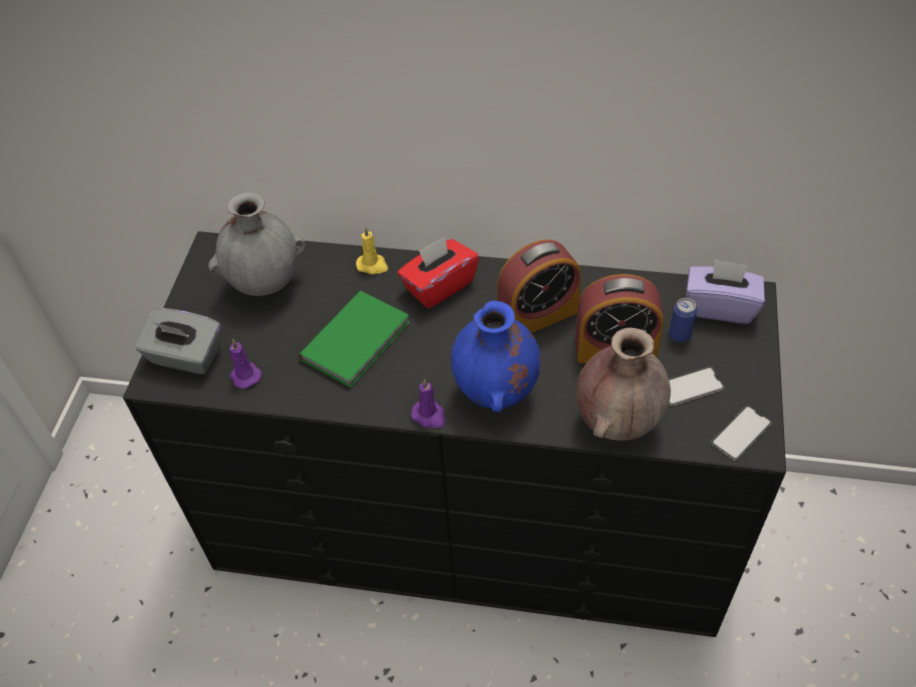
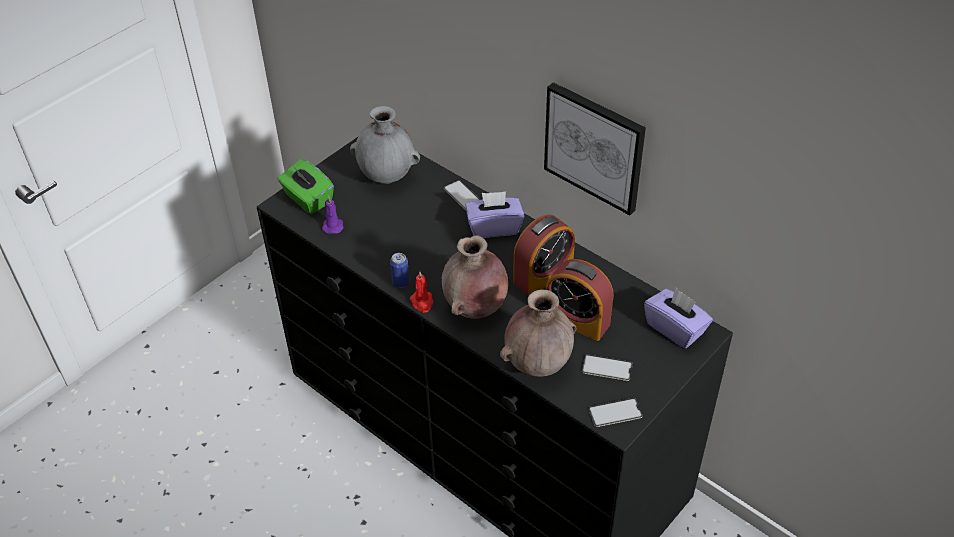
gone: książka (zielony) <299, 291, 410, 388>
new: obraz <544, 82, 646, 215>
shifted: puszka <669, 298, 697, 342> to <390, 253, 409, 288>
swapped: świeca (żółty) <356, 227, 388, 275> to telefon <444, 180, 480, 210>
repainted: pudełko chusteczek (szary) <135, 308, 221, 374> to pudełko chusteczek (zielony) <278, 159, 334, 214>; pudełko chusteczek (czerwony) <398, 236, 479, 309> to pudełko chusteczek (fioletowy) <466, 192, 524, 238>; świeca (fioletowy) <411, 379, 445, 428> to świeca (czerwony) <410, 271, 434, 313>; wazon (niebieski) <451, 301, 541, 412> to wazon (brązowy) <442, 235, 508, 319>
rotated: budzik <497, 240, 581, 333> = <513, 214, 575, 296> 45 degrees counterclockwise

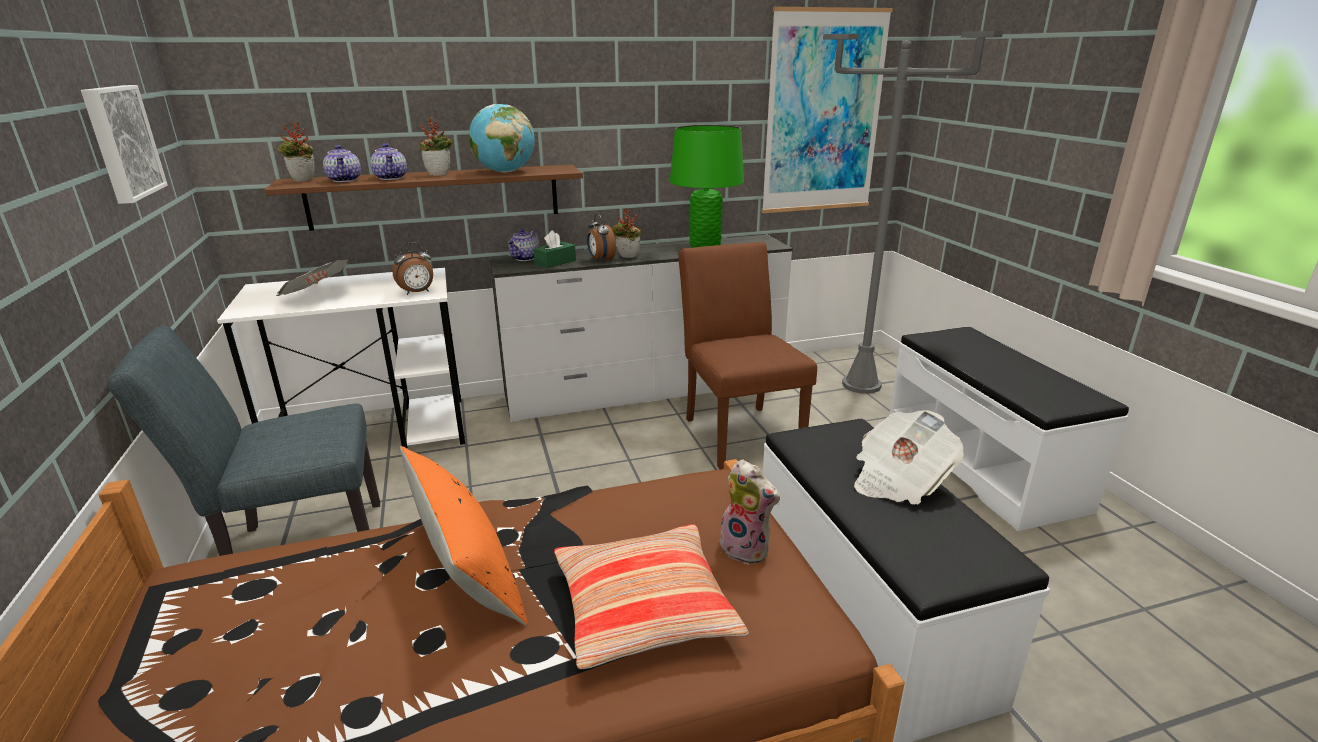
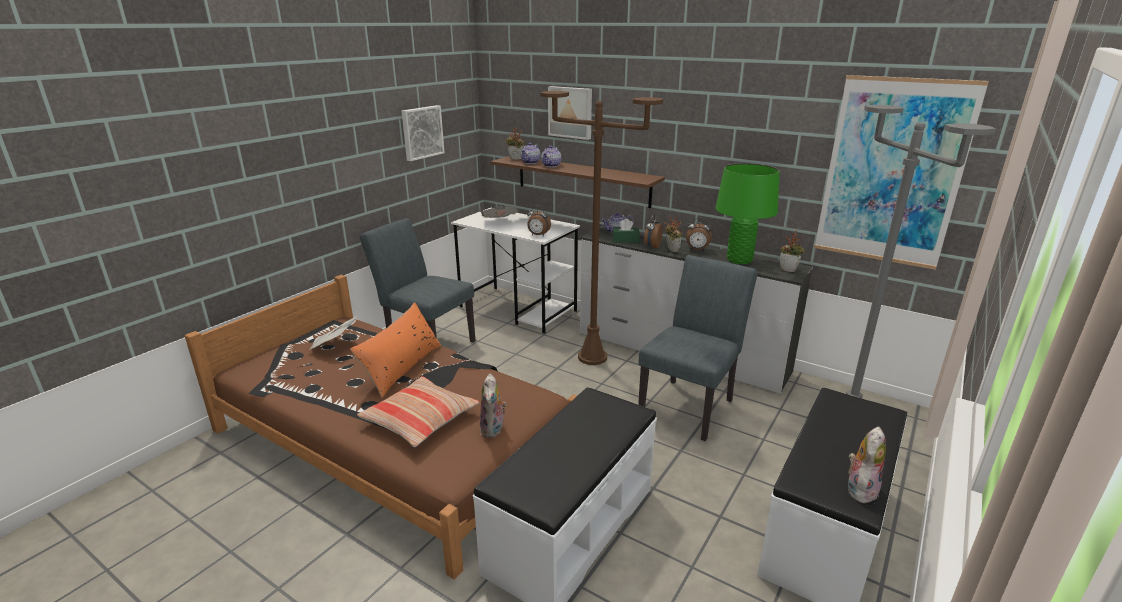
gone: globus <469, 104, 535, 173>
new: lampa stojąca (brązowy) <540, 91, 663, 365>; obraz <548, 86, 592, 140>; budzik <686, 217, 712, 250>; pluszak <848, 427, 886, 503>
shifted: roślina doniczkowa <419, 117, 453, 176> to <780, 230, 806, 272>; gazeta <854, 410, 964, 505> to <308, 317, 357, 351>
repainted: krzesło (brązowy) <679, 242, 817, 470> to krzesło (szary) <638, 255, 757, 441>

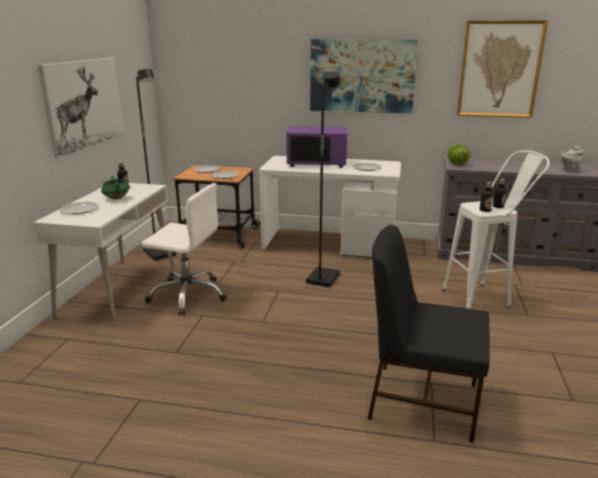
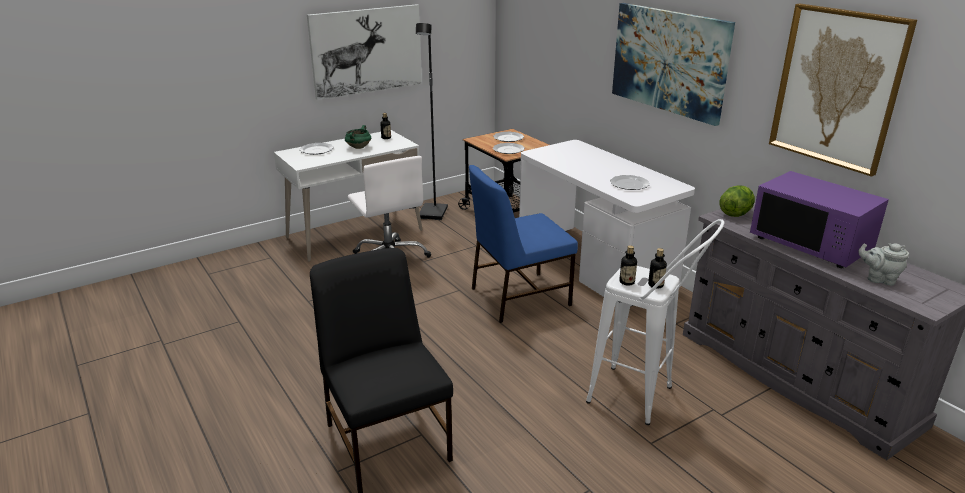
shifted: mikrofalówka (fioletowy) <286, 126, 347, 168> to <750, 171, 889, 268>
swapped: lampa stojąca (czarny) <306, 71, 340, 287> to krzesło (niebieski) <469, 165, 578, 323>

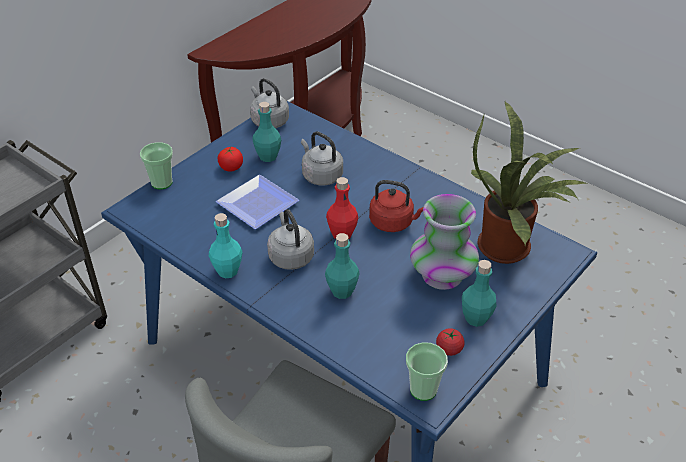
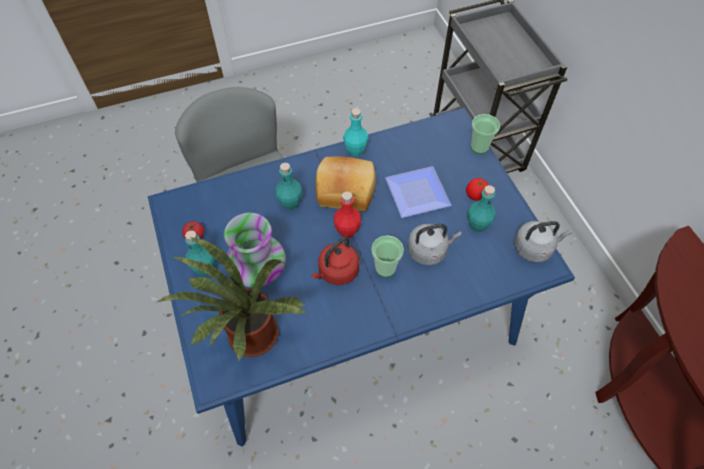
shifted: filiżanka <406, 342, 448, 401> to <371, 235, 404, 277>
swapped: czajnik (szary) <267, 209, 314, 270> to chleb <315, 157, 376, 211>

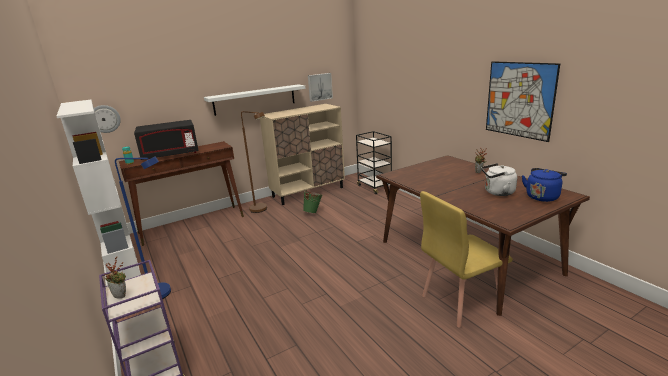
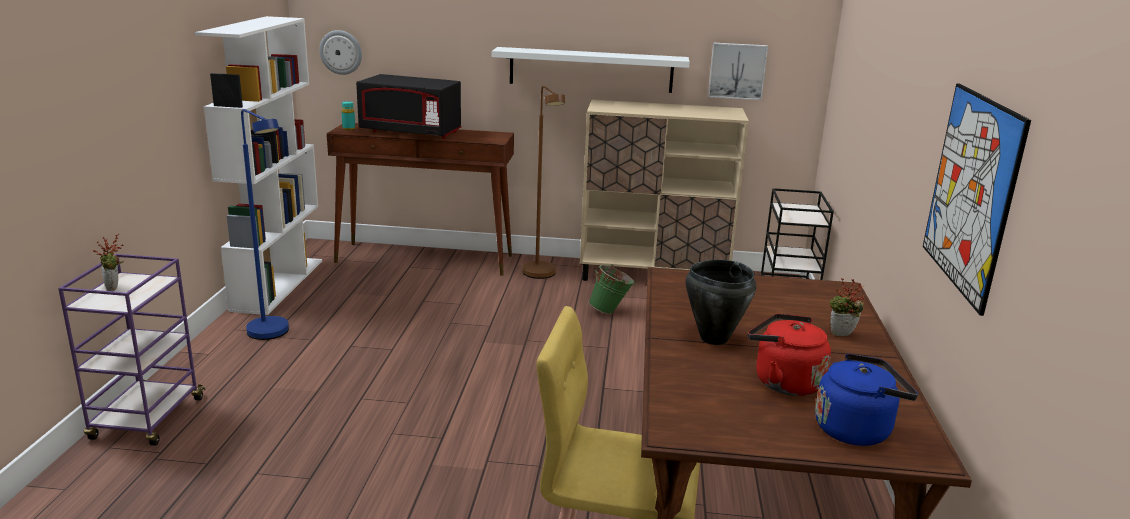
new: garnek (czarny) <685, 260, 756, 345>
repainted: czajnik (biały) <481, 163, 517, 196> to czajnik (czerwony) <748, 314, 831, 396>

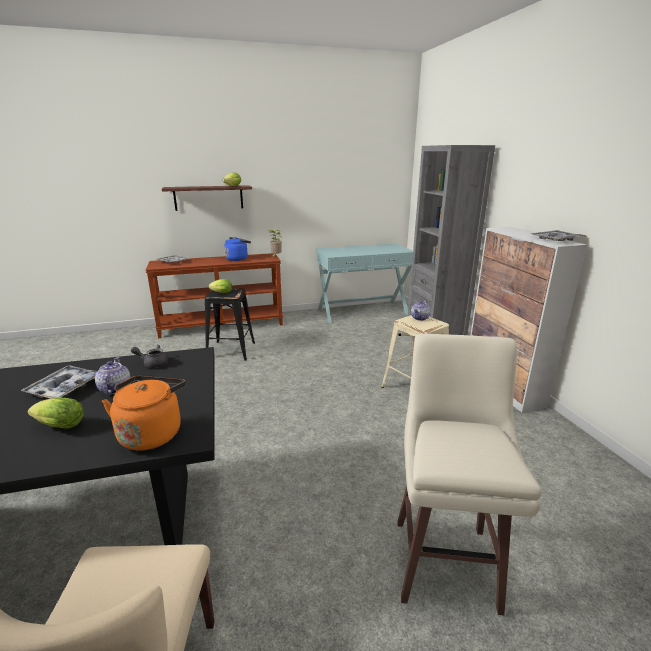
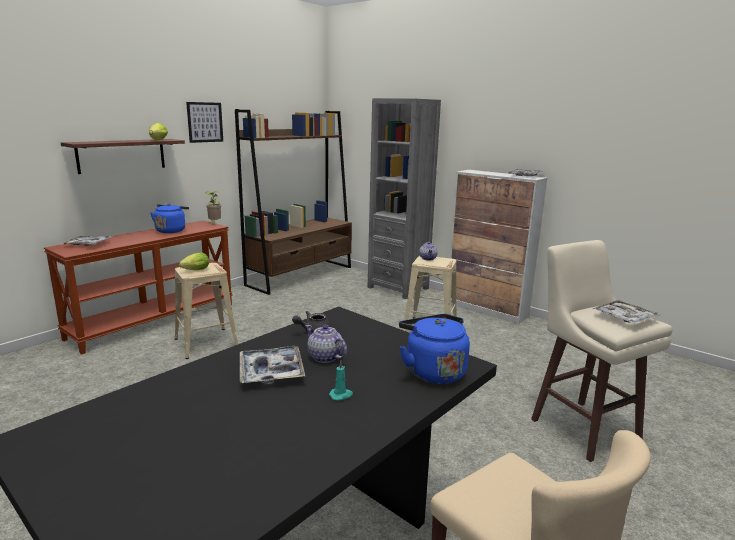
new: obraz <186, 102, 223, 143>; taca <593, 300, 660, 324>
swapped: sałata <28, 397, 84, 429> to świeca (turkusowy) <329, 360, 353, 400>; stolik konsolowy (turkusowy) <316, 243, 413, 323> to regał (brązowy) <235, 109, 352, 295>
repainted: czajnik (pomarańczowy) <102, 376, 186, 451> to czajnik (niebieski) <399, 314, 470, 384>; stołek (czarny) <205, 288, 255, 361> to stołek (beżowy) <175, 263, 238, 359>

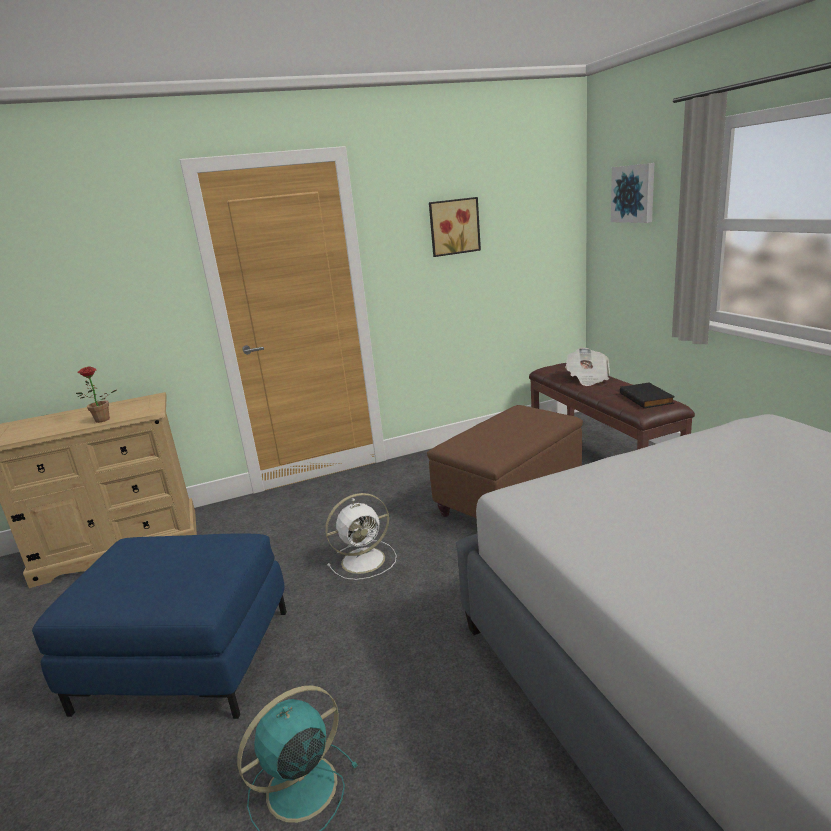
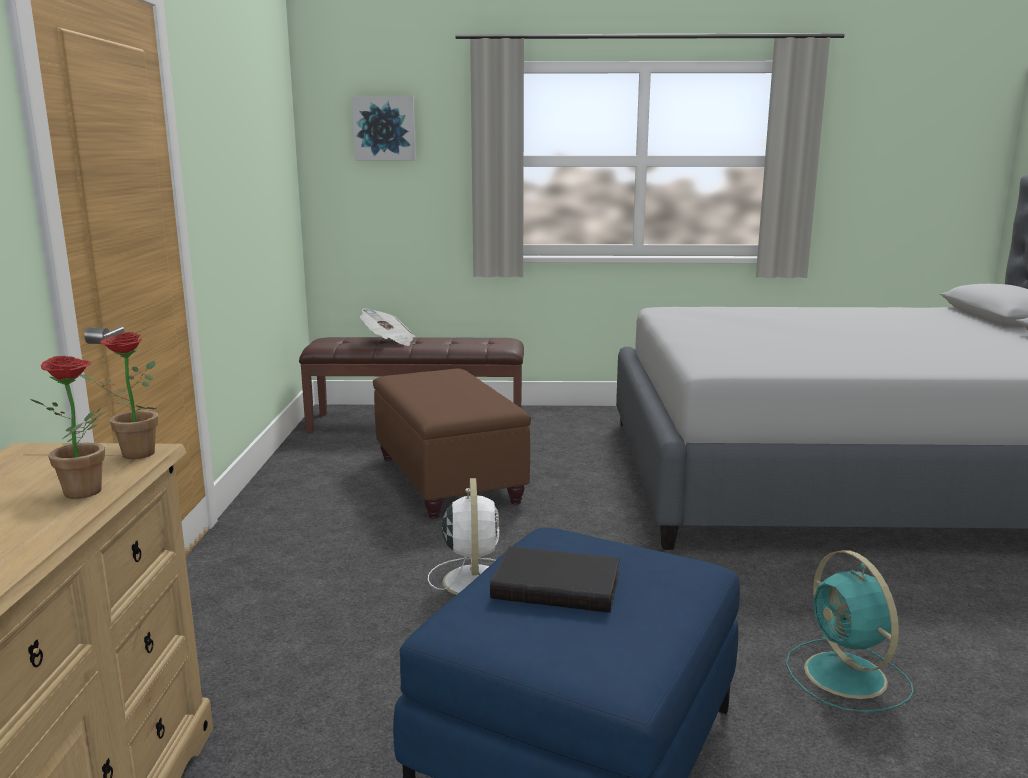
gone: obraz <429, 197, 481, 257>
new: roślina doniczkowa <80, 332, 158, 459>
shifted: książka (czarny) <620, 382, 675, 409> to <490, 546, 620, 613>

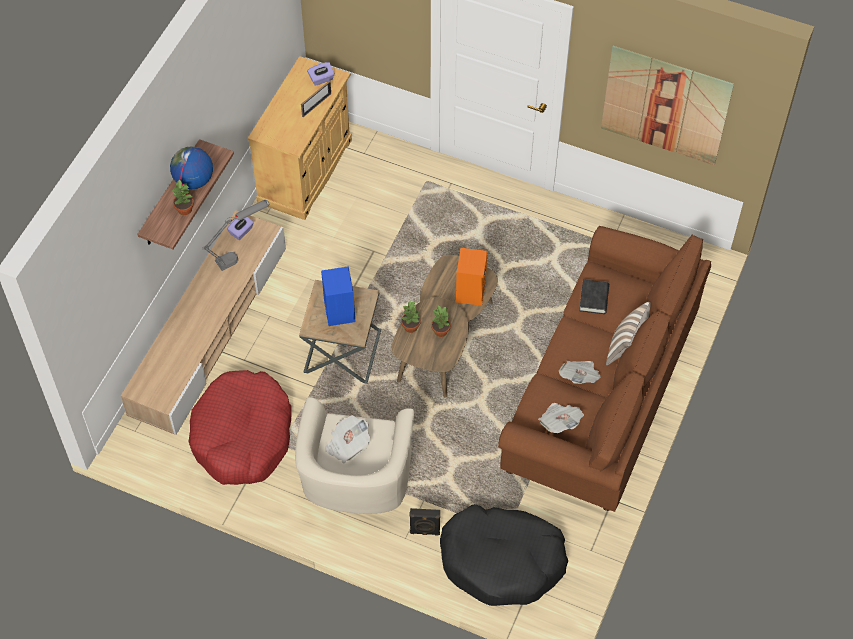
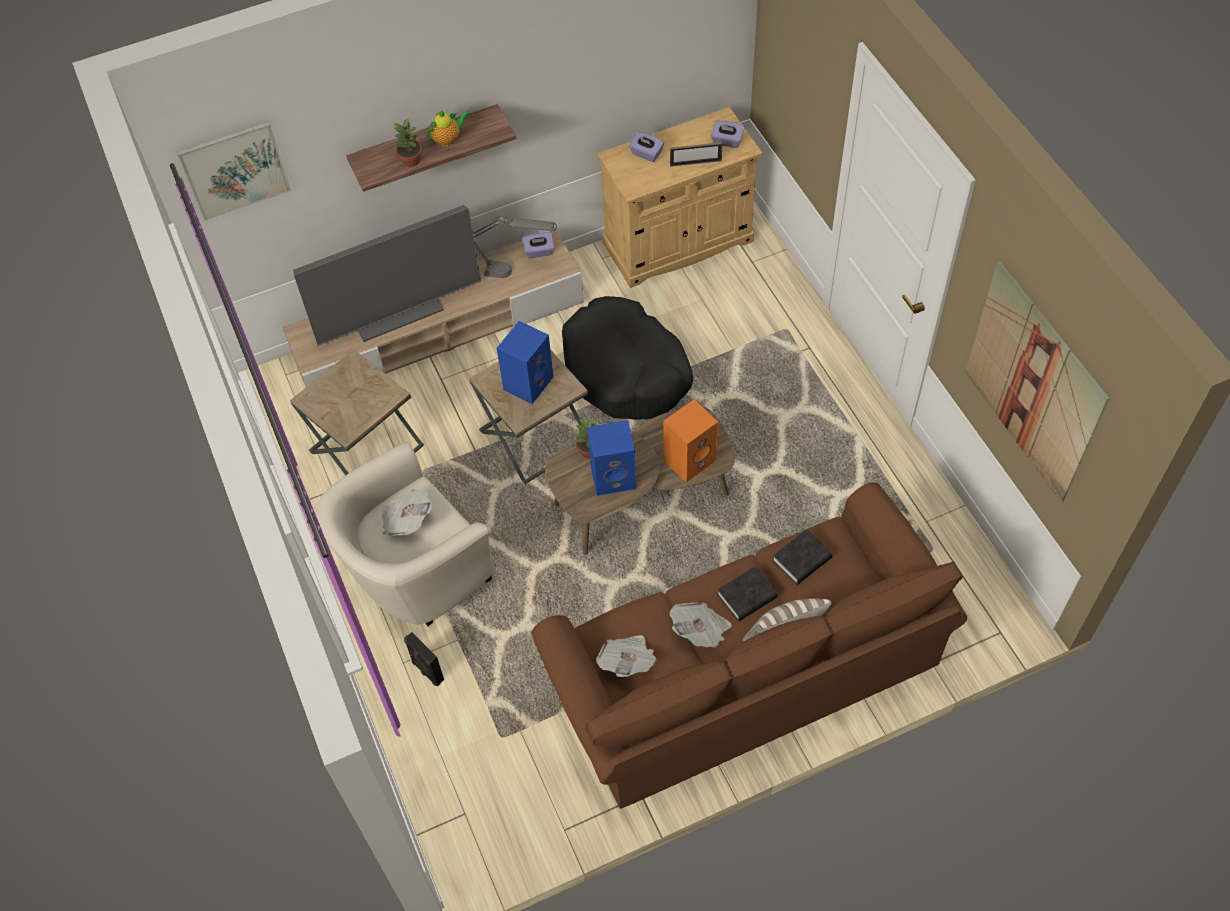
new: obraz <177, 121, 291, 221>; telewizor <293, 205, 481, 346>; pudełko chusteczek (fioletowy) <629, 131, 664, 162>; książka (czarny) <717, 566, 778, 621>
shifted: legowisko (czarny) <440, 504, 568, 606> to <562, 296, 693, 420>
swapped: globus <170, 146, 213, 189> to imbryk <426, 111, 470, 147>; legowisko (czerwony) <188, 370, 292, 485> to stolik (brązowy) <290, 349, 424, 475>; roślina doniczkowa <431, 306, 451, 337> to głośnik (niebieski) <587, 420, 636, 496>

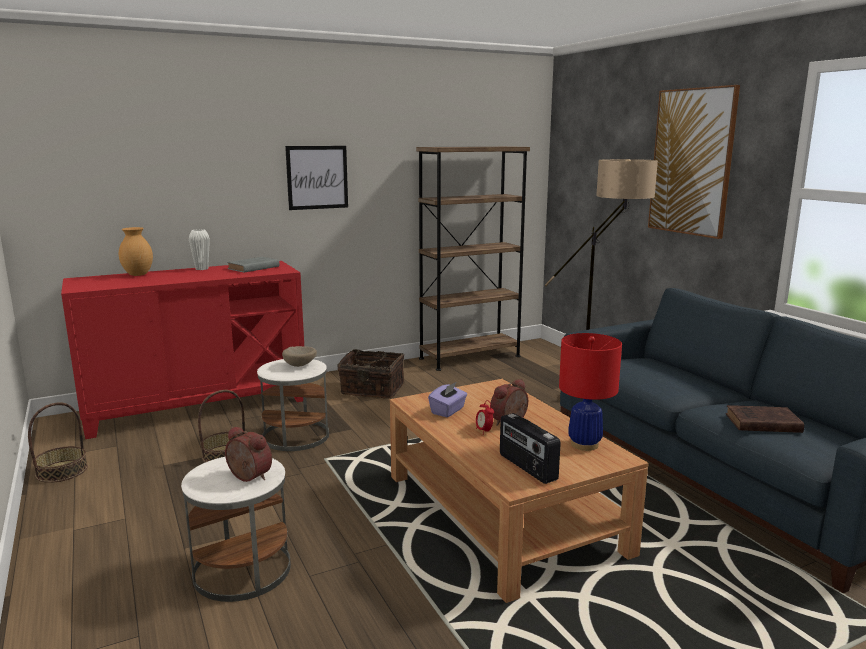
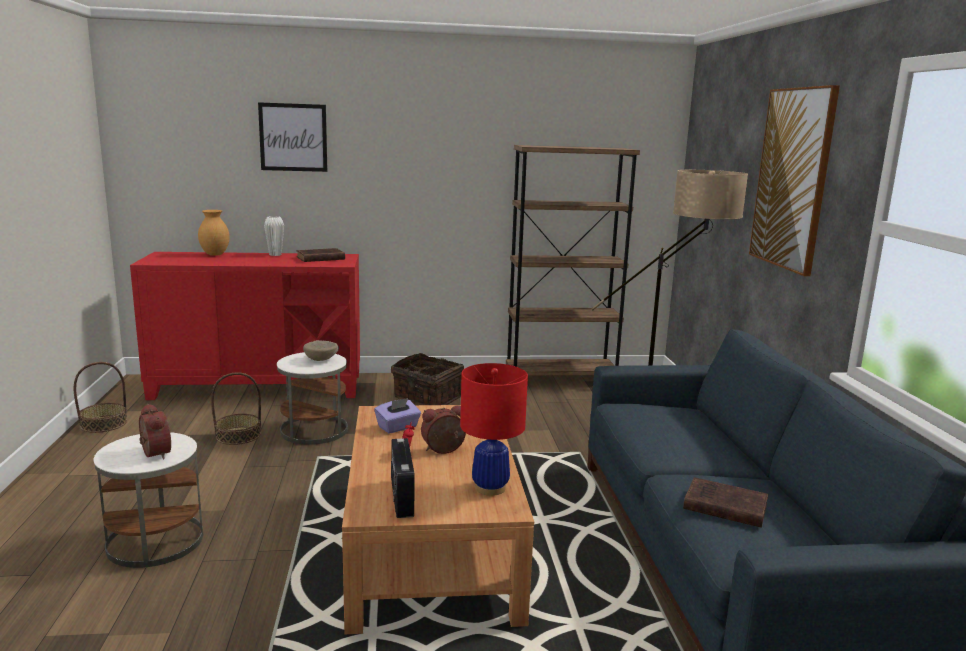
shifted: obraz <285, 146, 348, 210> to <258, 102, 327, 172>
repainted: książka (szary) <227, 257, 279, 273> to książka (brązowy) <297, 248, 345, 262>

